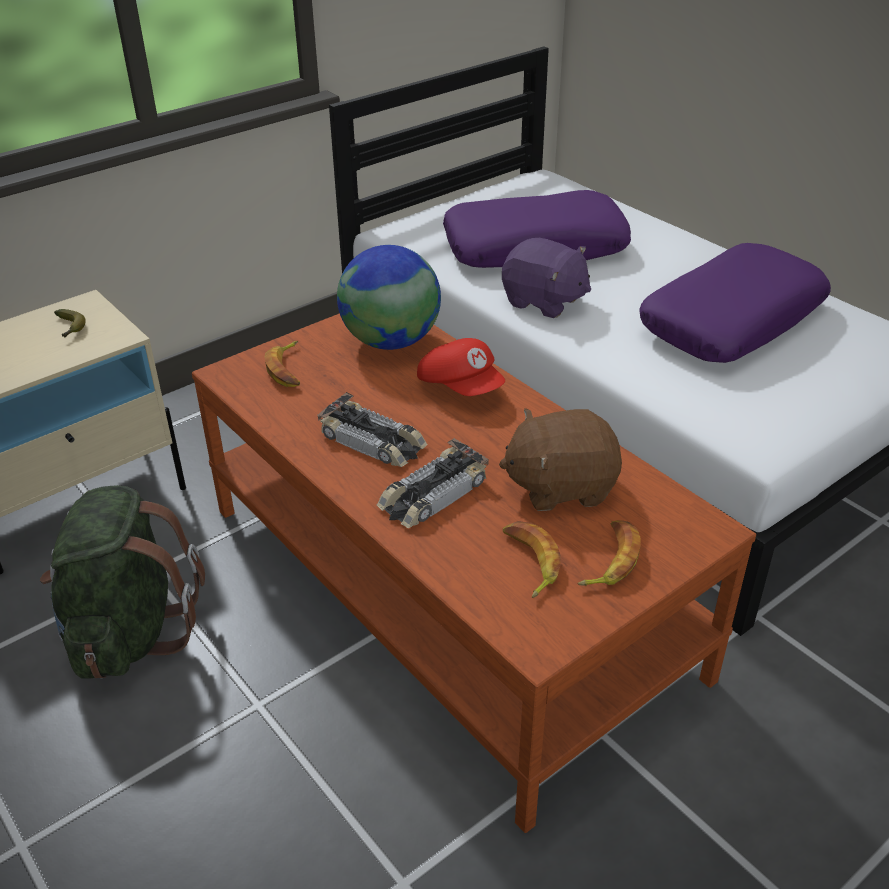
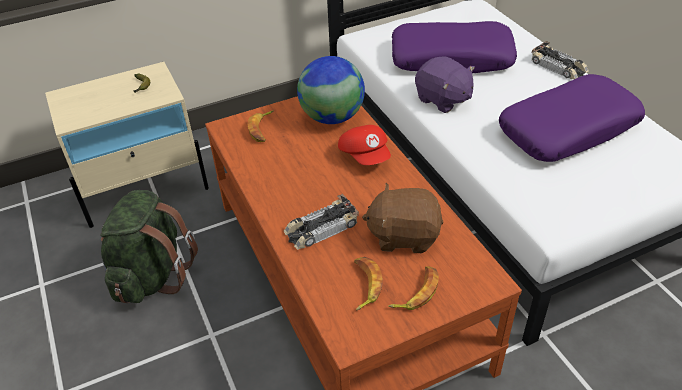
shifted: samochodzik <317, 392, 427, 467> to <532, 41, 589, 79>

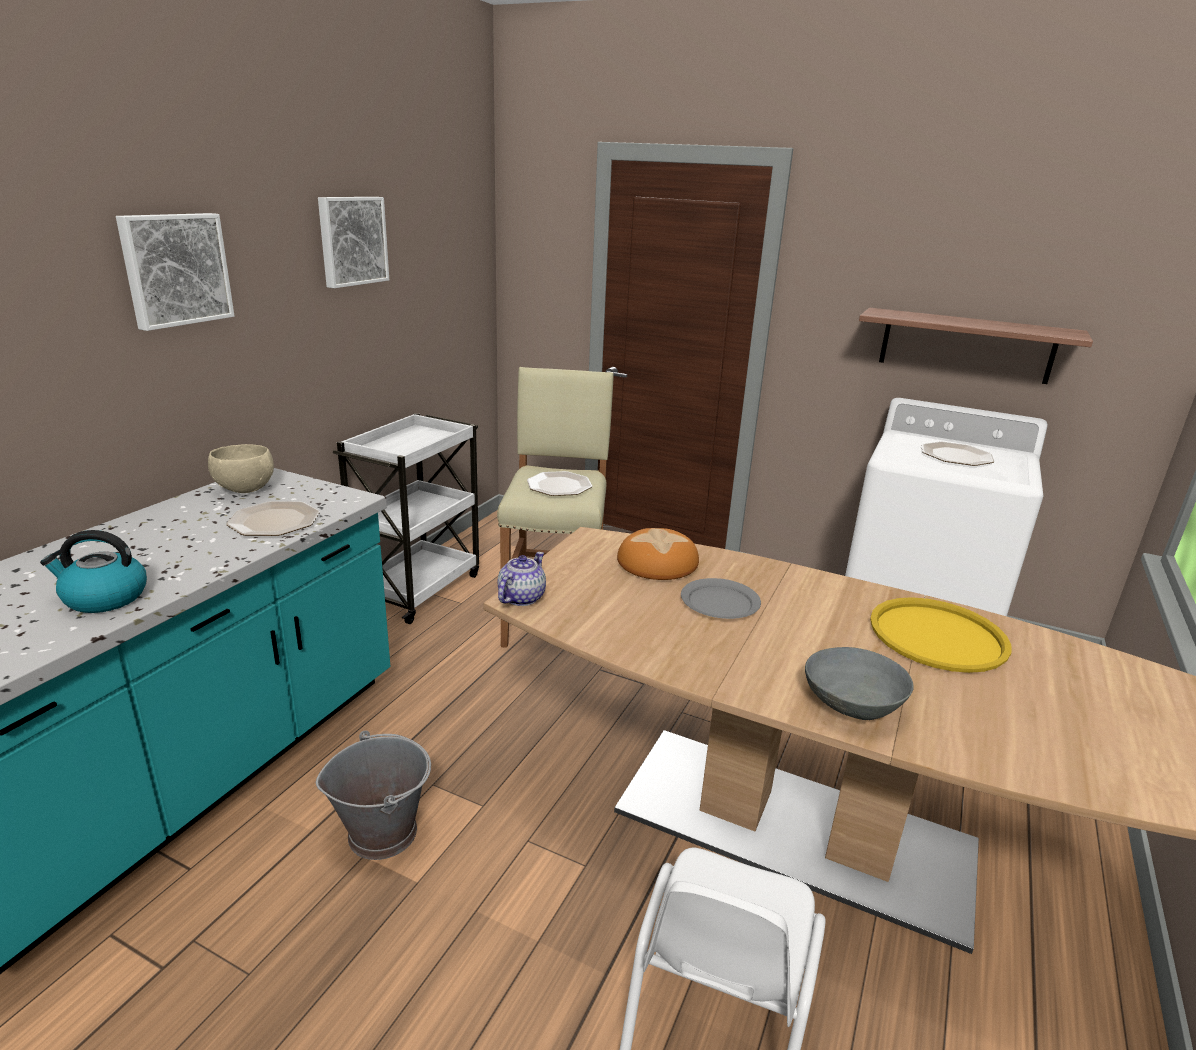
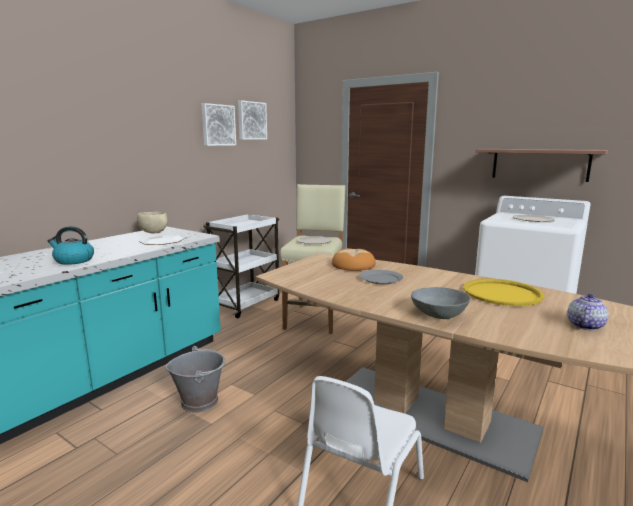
shifted: obraz <116, 213, 234, 331> to <238, 100, 267, 140>; imbryk <498, 552, 546, 606> to <567, 294, 609, 331>

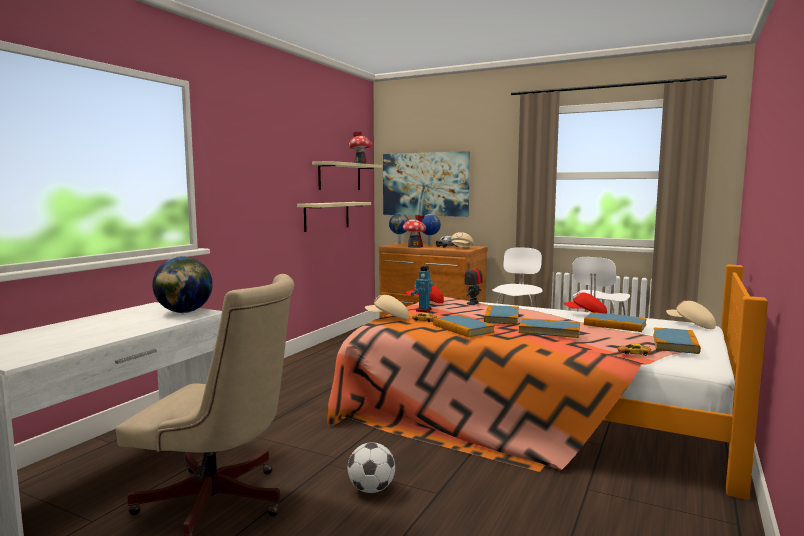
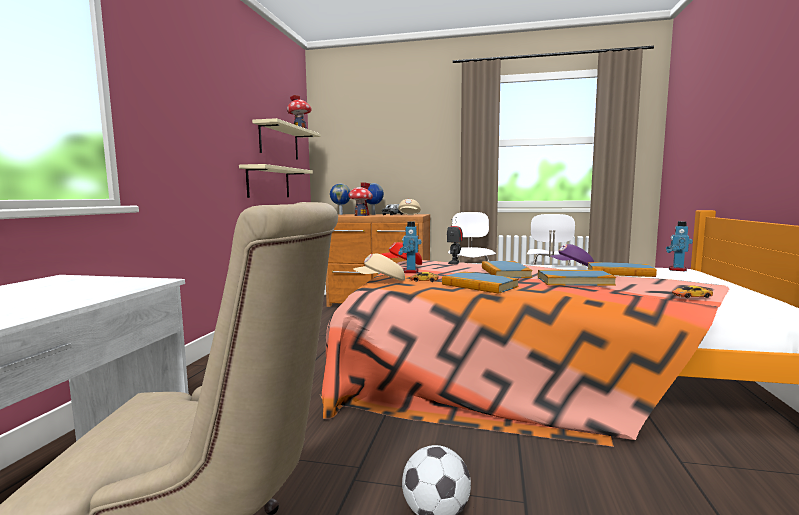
gone: globus <152, 256, 213, 313>; obraz <383, 151, 470, 217>; książka <653, 328, 701, 354>
swapped: czapka z daszkiem (beżowy) <666, 300, 716, 329> to robot zabawkowy <666, 221, 693, 271>
repainted: czapka z daszkiem (czerwony) <564, 293, 607, 314> to czapka z daszkiem (fioletowy) <550, 244, 594, 266>

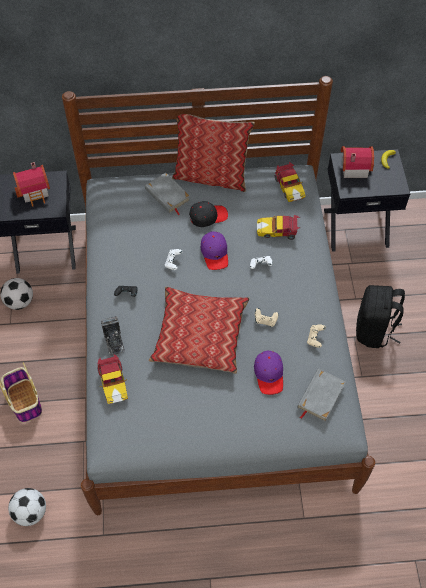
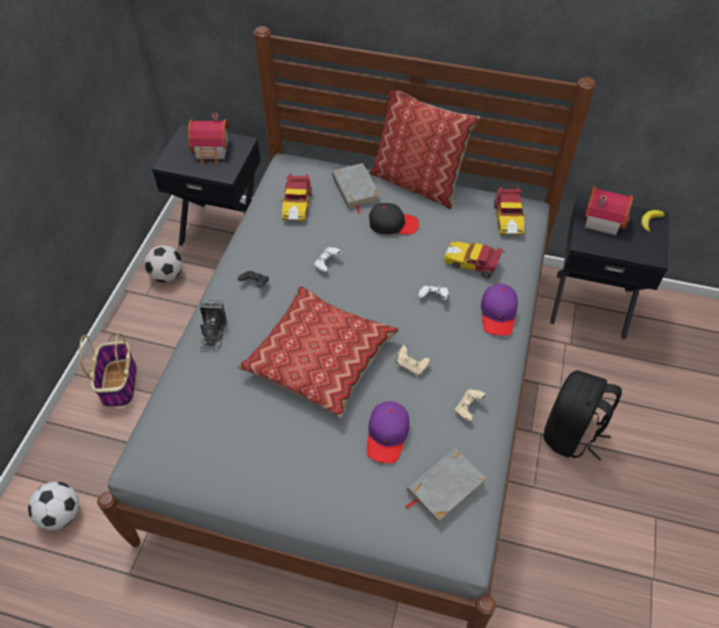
shifted: samochodzik <97, 353, 128, 404> to <280, 173, 312, 221>; czapka z daszkiem (fioletowy) <200, 231, 228, 270> to <481, 284, 518, 336>

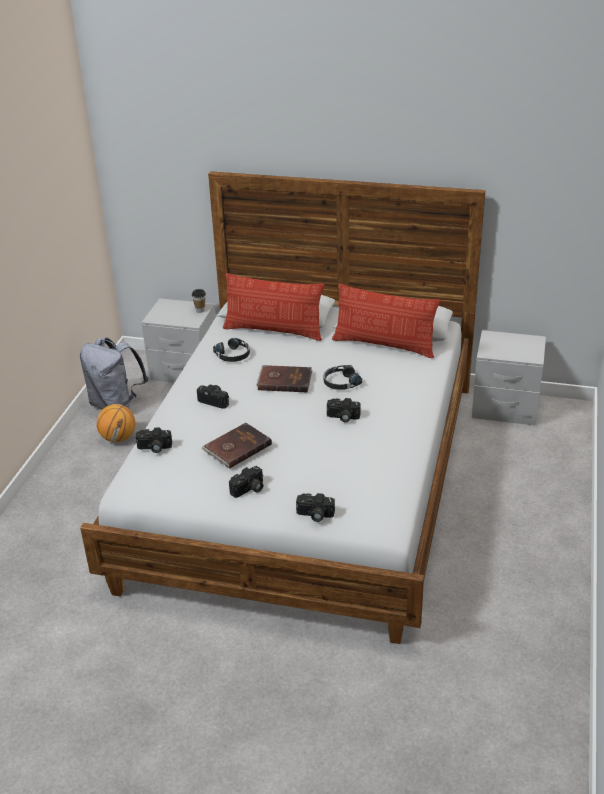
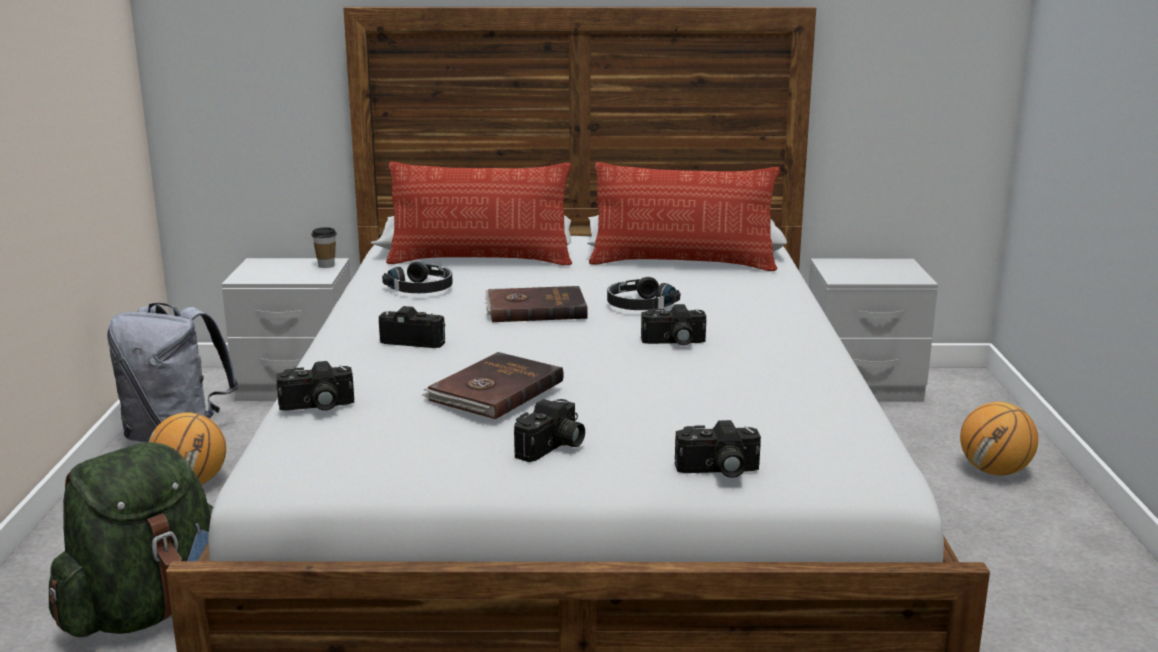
new: plecak (zielony) <49, 442, 213, 637>; piłka do koszykówki <960, 402, 1038, 475>

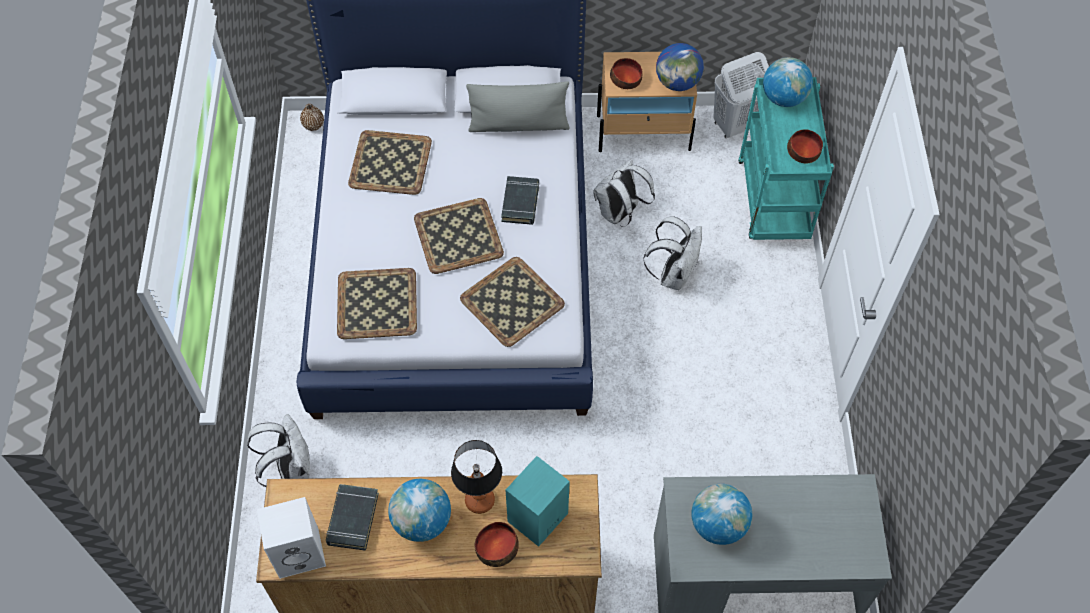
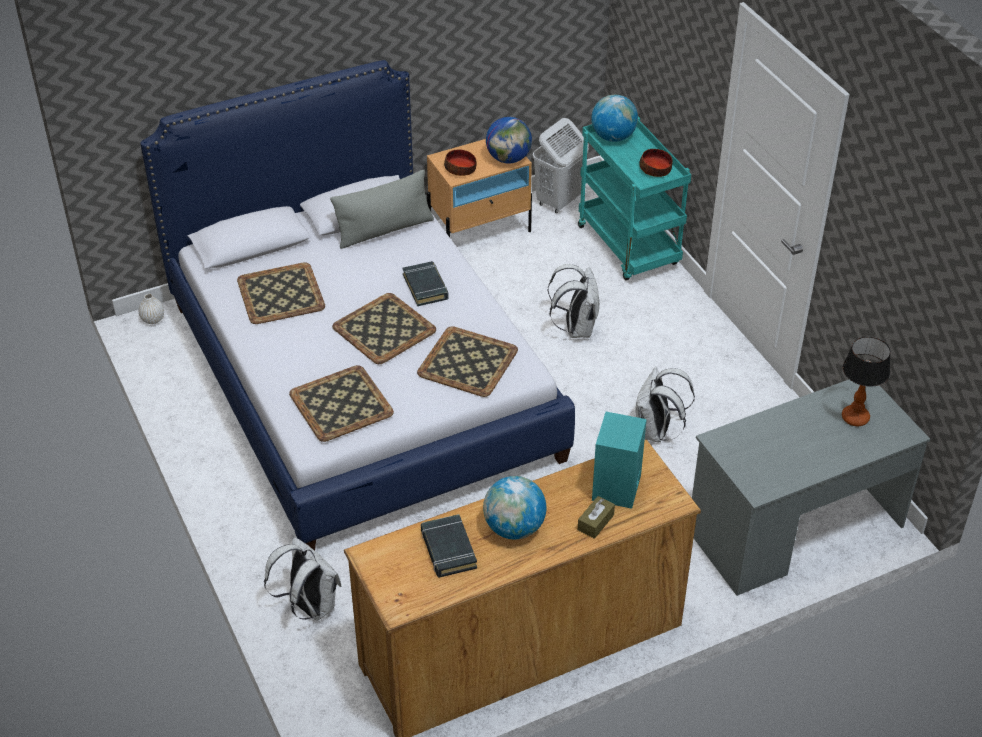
gone: głośnik (biały) <257, 497, 326, 579>; globus <691, 484, 752, 545>
shifted: lampa stołowa <451, 440, 502, 514> to <842, 337, 891, 426>; plecak (biały) <593, 159, 655, 227> to <636, 367, 695, 443>
swapped: miska <475, 522, 519, 567> to pudełko chusteczek (brązowy) <578, 496, 615, 539>
repainted: wazon (brązowy) <300, 104, 324, 131> to wazon (biały) <139, 294, 164, 324>

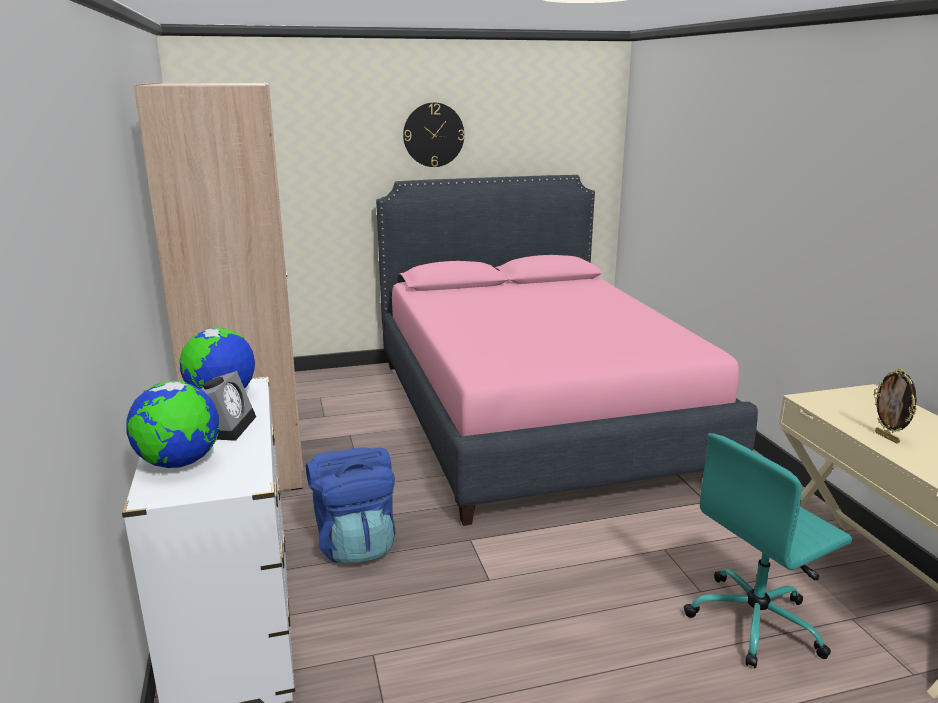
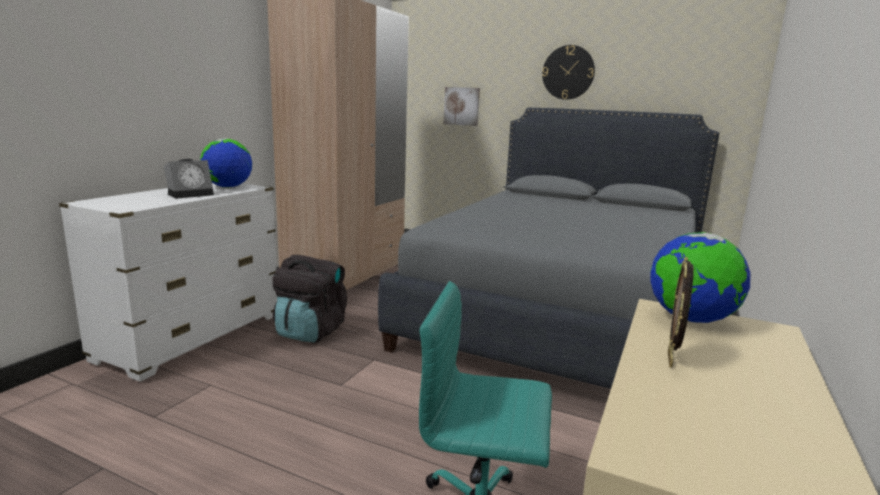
new: obraz <444, 87, 480, 126>
shifted: globus <126, 381, 220, 468> to <651, 232, 751, 323>
repainted: plecak (niebieski) <306, 447, 396, 563> to plecak (czarny) <272, 255, 347, 343>; łóżko (różowy) <376, 175, 758, 526> to łóżko (szary) <378, 108, 719, 389>

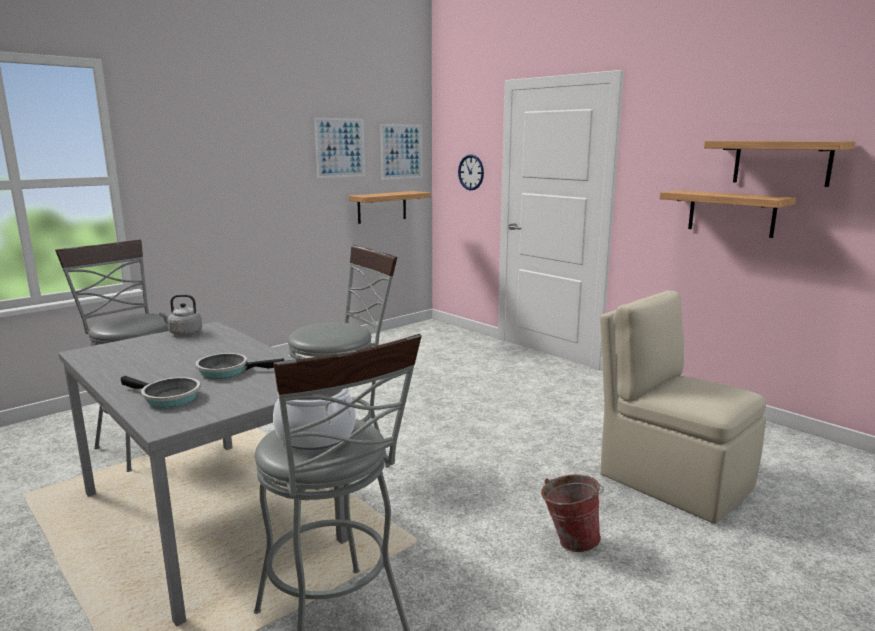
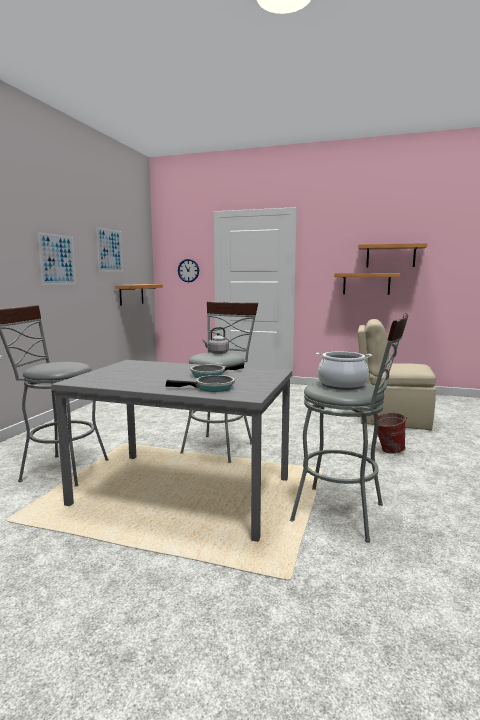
shifted: czajnik (szary) <159, 294, 202, 336> to <202, 327, 229, 354>; obraz <380, 124, 422, 180> to <38, 232, 76, 285>

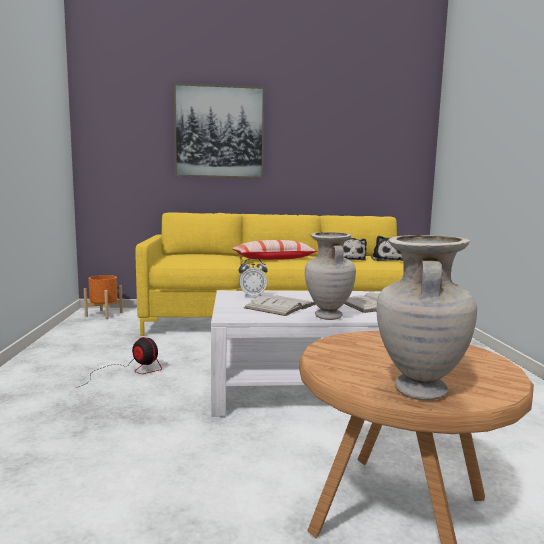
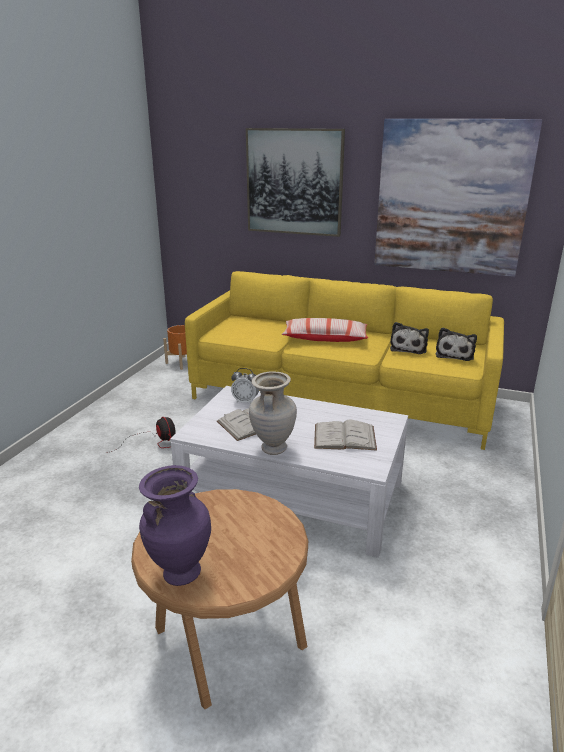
new: obraz <374, 119, 543, 277>
repainted: wazon (beżowy) <377, 235, 477, 400> to wazon (fioletowy) <139, 465, 211, 586>

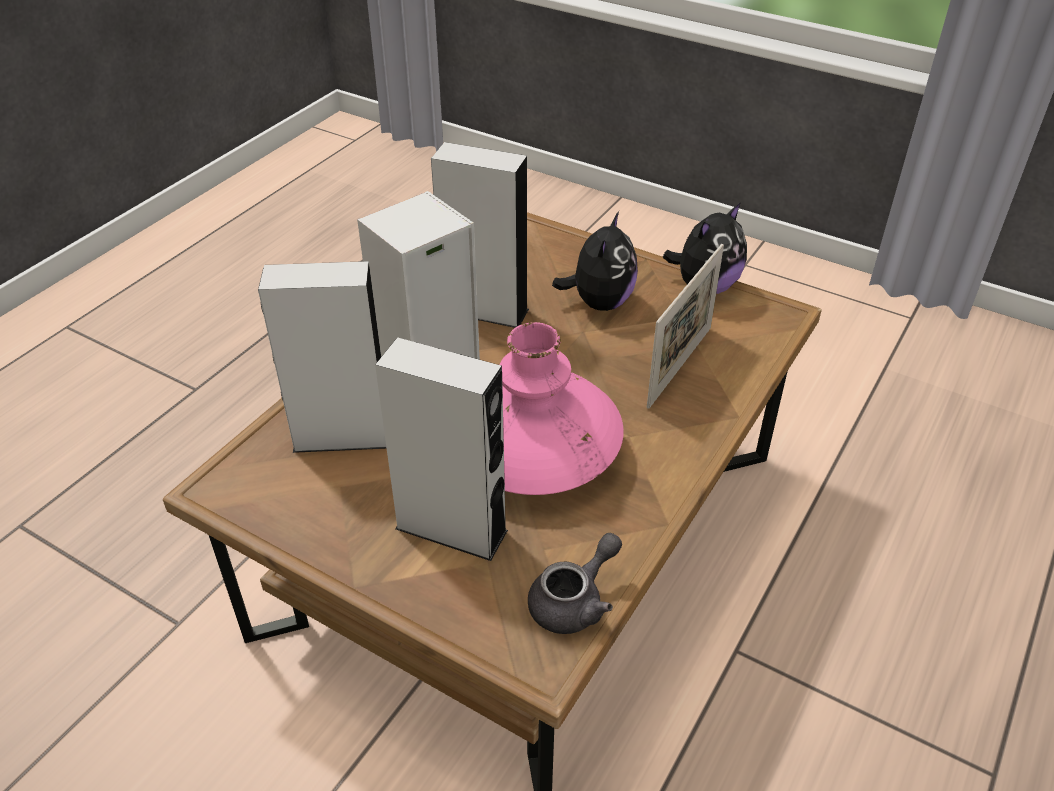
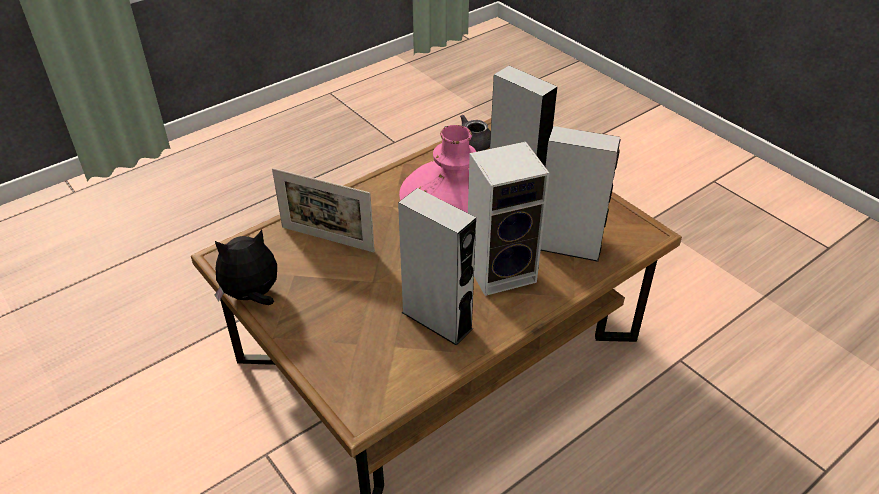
gone: pluszak <552, 211, 638, 311>
rotated: ramka na zdjęcie <647, 244, 724, 409> = <272, 168, 375, 252> 120 degrees counterclockwise

